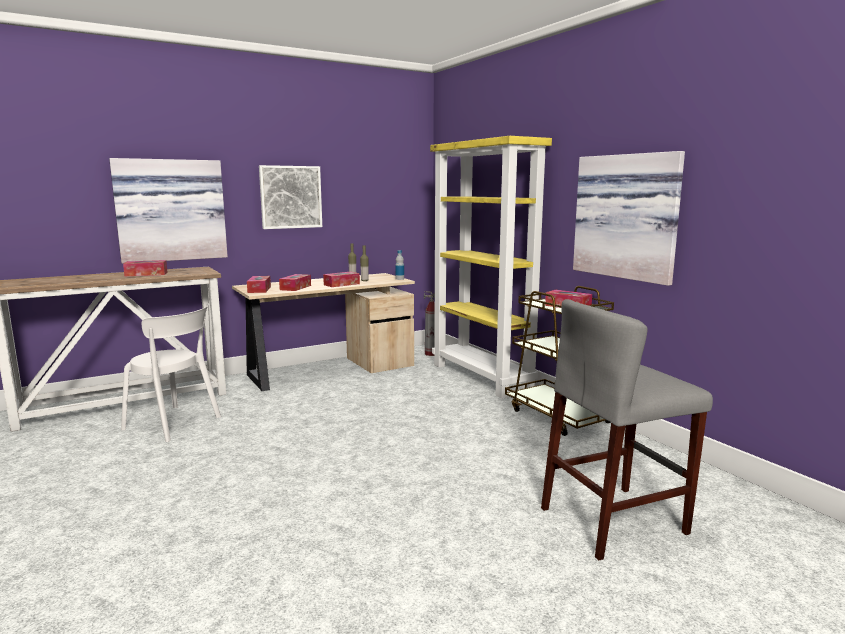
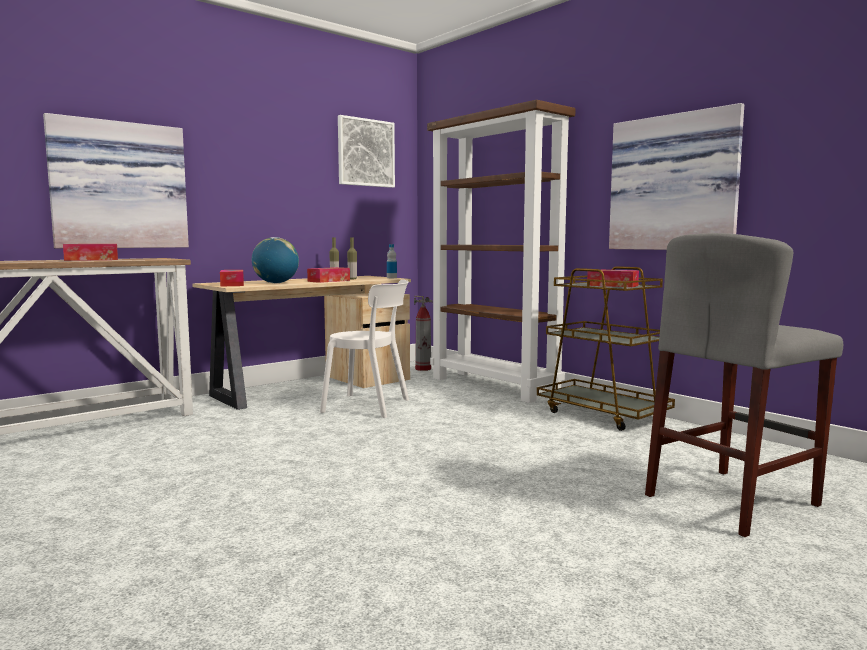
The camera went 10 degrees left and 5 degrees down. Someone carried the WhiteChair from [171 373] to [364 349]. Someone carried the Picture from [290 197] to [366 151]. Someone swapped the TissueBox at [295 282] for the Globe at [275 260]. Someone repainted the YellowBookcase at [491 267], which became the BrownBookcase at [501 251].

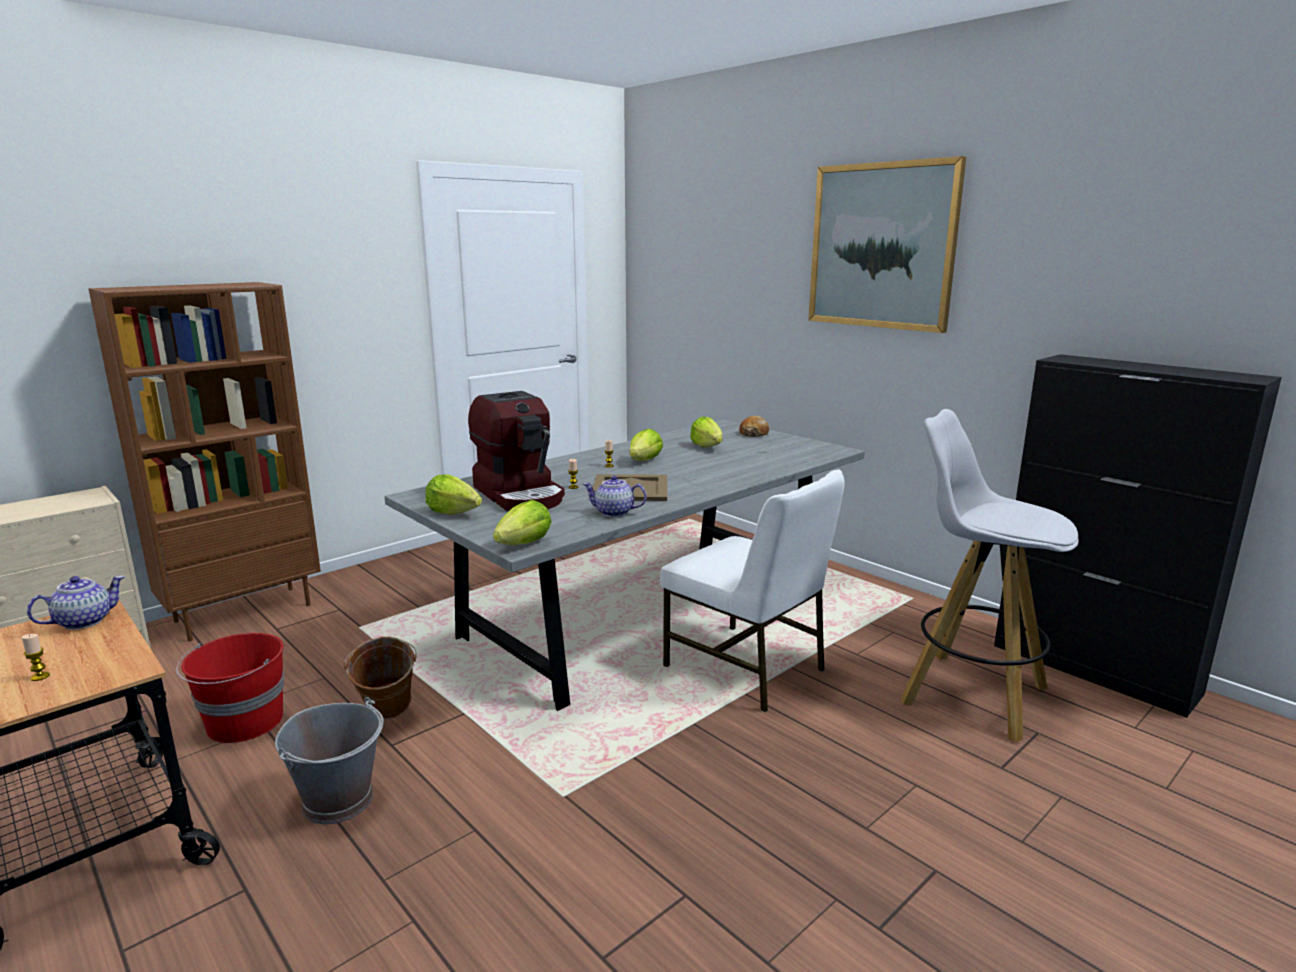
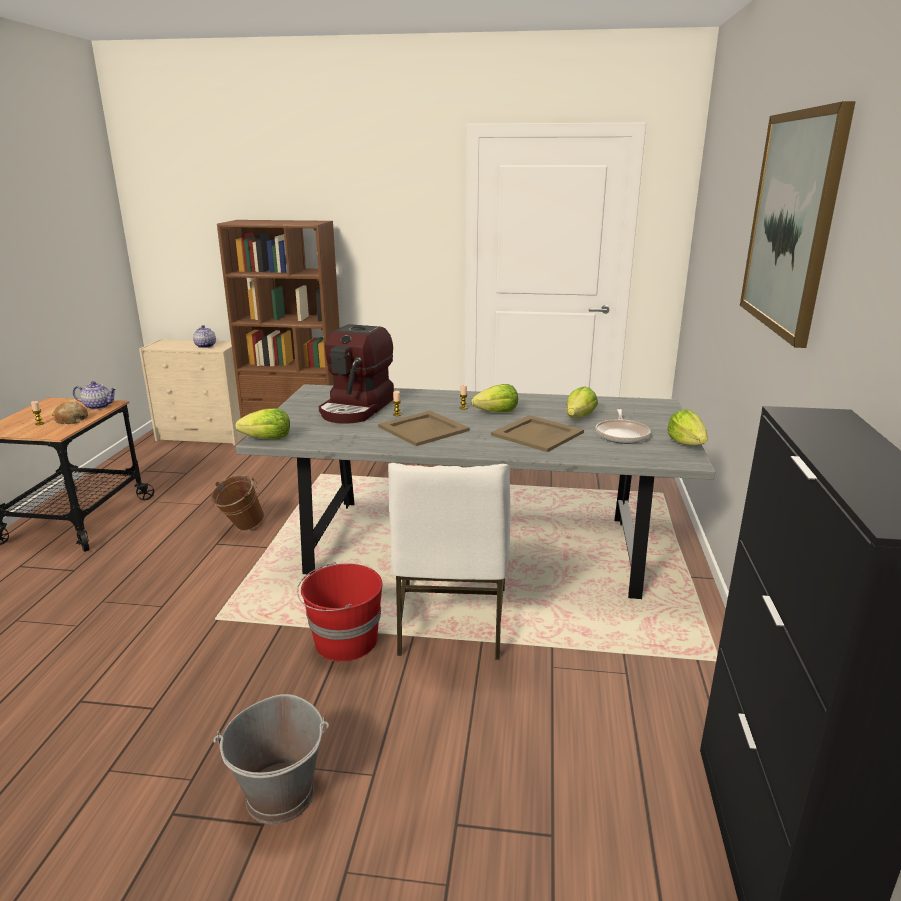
The camera went 50 degrees right and 5 degrees up. Someone carried the RedBucket from [230 688] to [339 611]. Someone carried the GreyBucket from [329 760] to [271 759]. Someone carried the Lettuce from [454 494] to [688 427]. Someone carried the Teapot from [615 496] to [204 336]. Someone carried the Bread from [754 426] to [70 413]. Someone took away the WhiteStool at [990 575]. Someone put down the BeigeTray at [537 433]. Someone put down the FryingPan at [623 426].

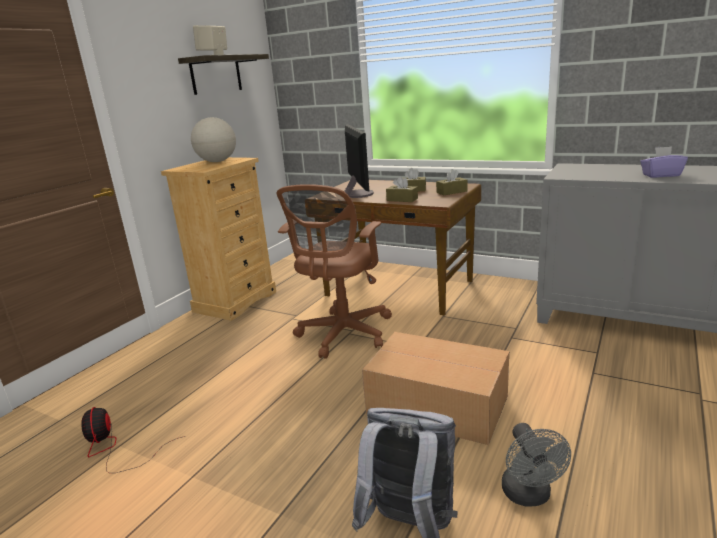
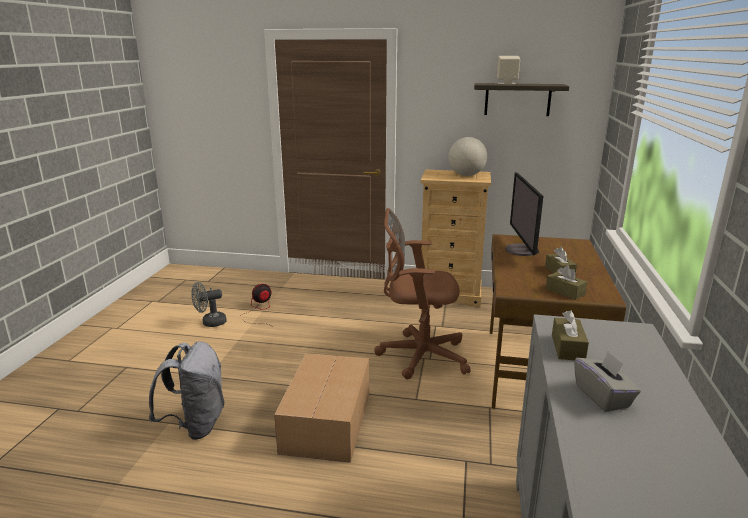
The camera went 70 degrees right and 0 degrees up. Someone rotated the Monitor at [359 161] by 120 degrees clockwise. Someone carried the BrownTissueBox from [402 189] to [570 335]. Someone carried the GreyFan from [536 465] to [209 304]. Someone repainted the PurpleTissueBox at [664 162], which became the GreyTissueBox at [607 381].

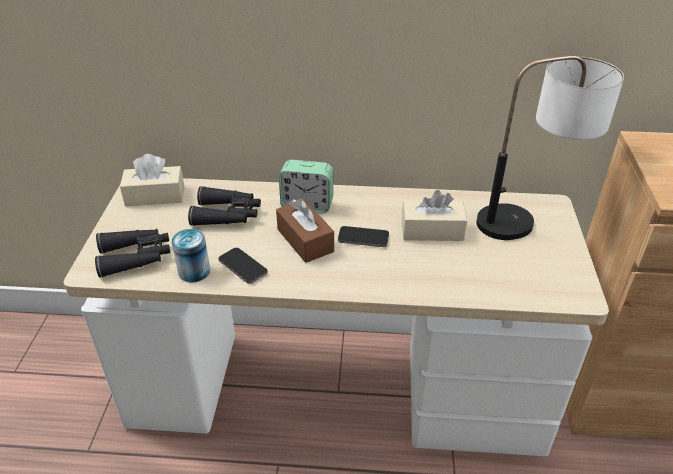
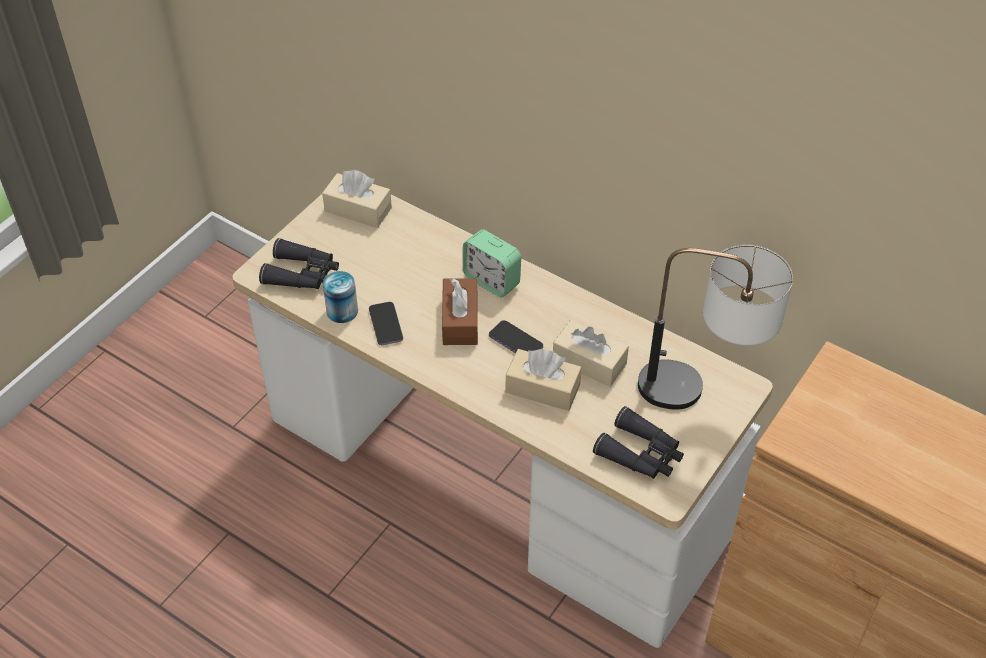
The camera went 30 degrees right and 10 degrees up. Someone carried the BlackBinoculars from [224 206] to [638 442]. Someone put down the BeigeTissueBox at [544 380].

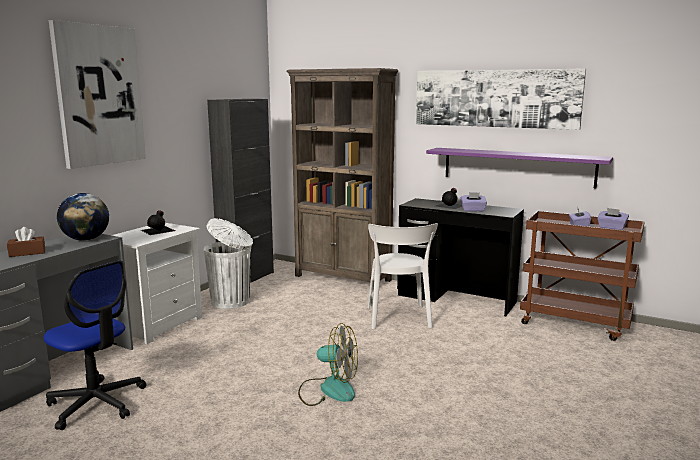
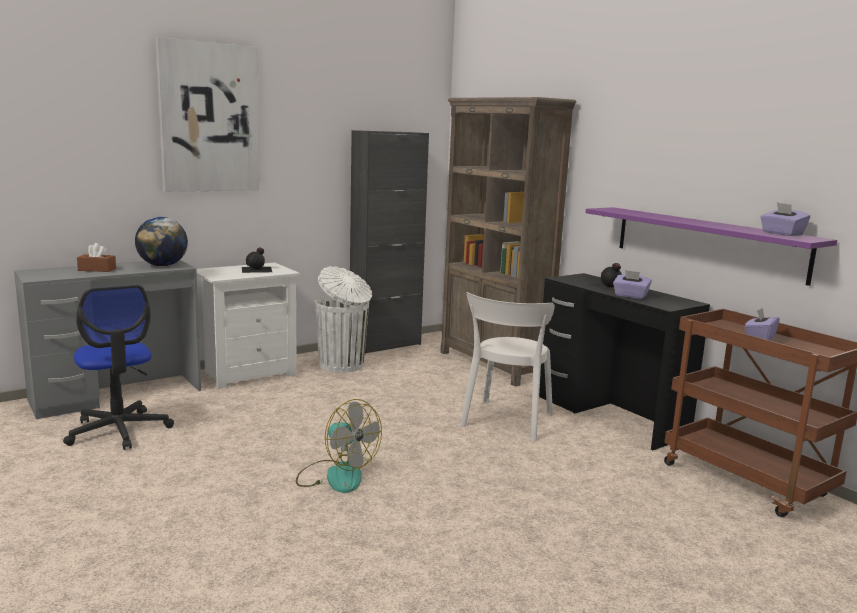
The camera went 25 degrees right and 0 degrees up. Someone took away the Picture at [501 99]. Someone carried the PurpleTissueBox from [613 219] to [785 219].

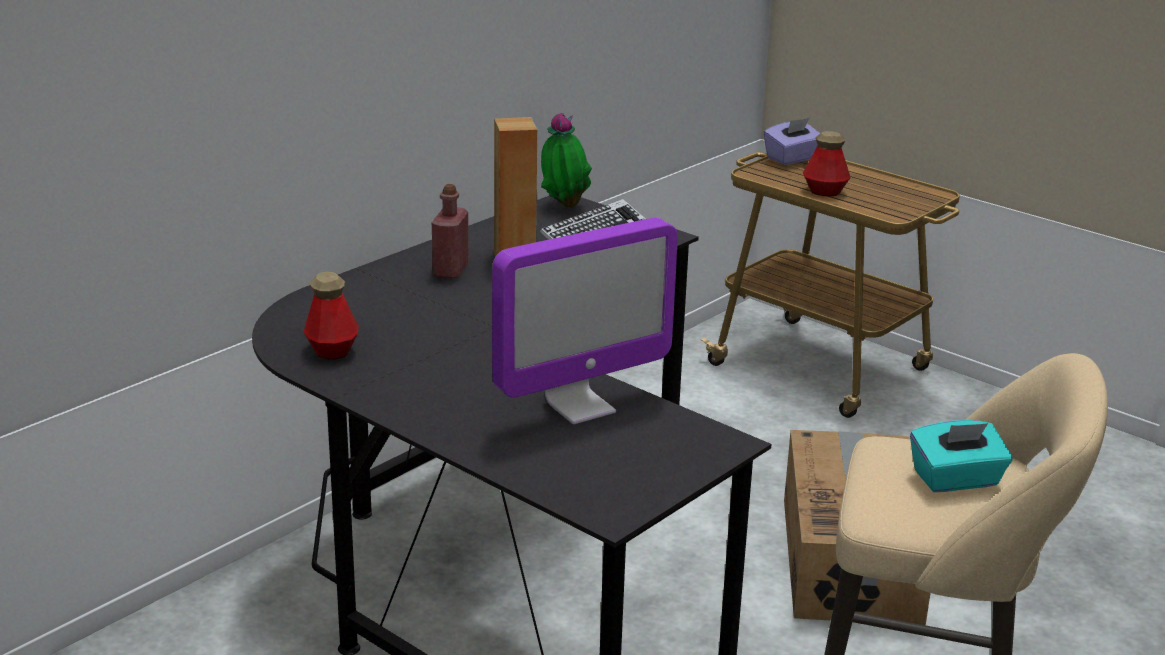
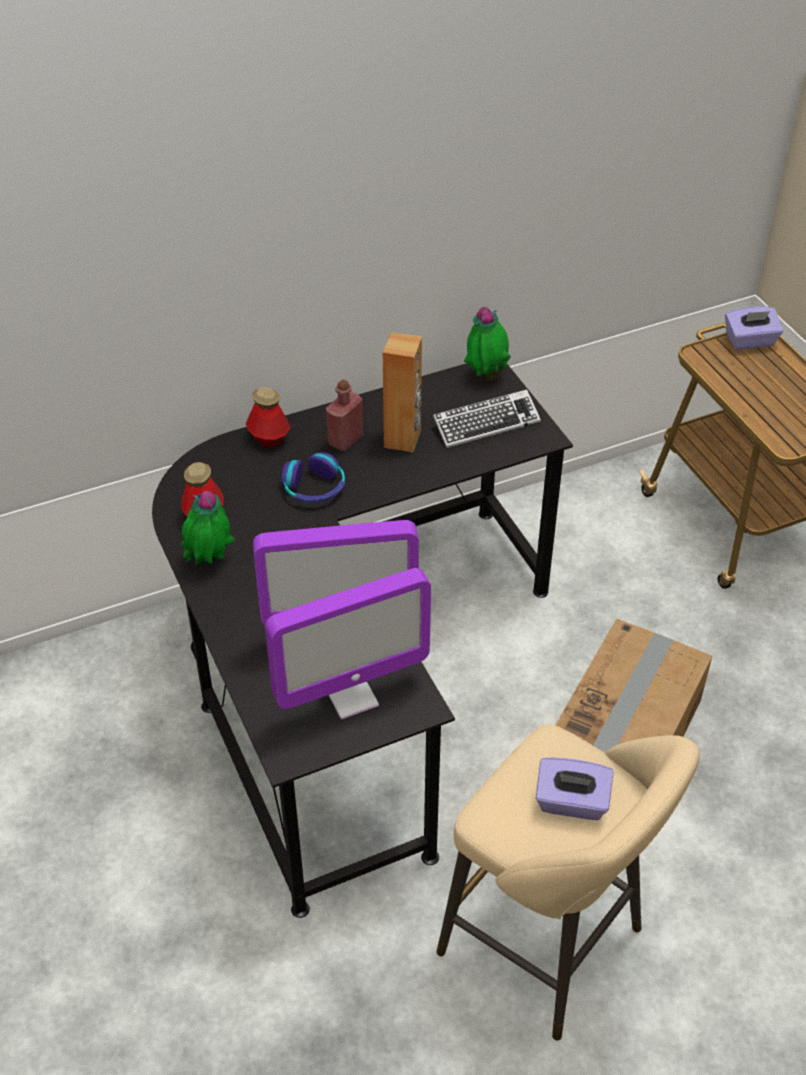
The camera went 25 degrees right and 20 degrees up. Someone carried the Bottle from [827 163] to [268 417]. Someone repainted the TurquoiseTissueBox at [961 456], which became the PurpleTissueBox at [574 788]. Someone put down the PottedPlant at [207 528]. Someone put down the Monitor at [348 643]. Someone put down the Headphones at [313 477].

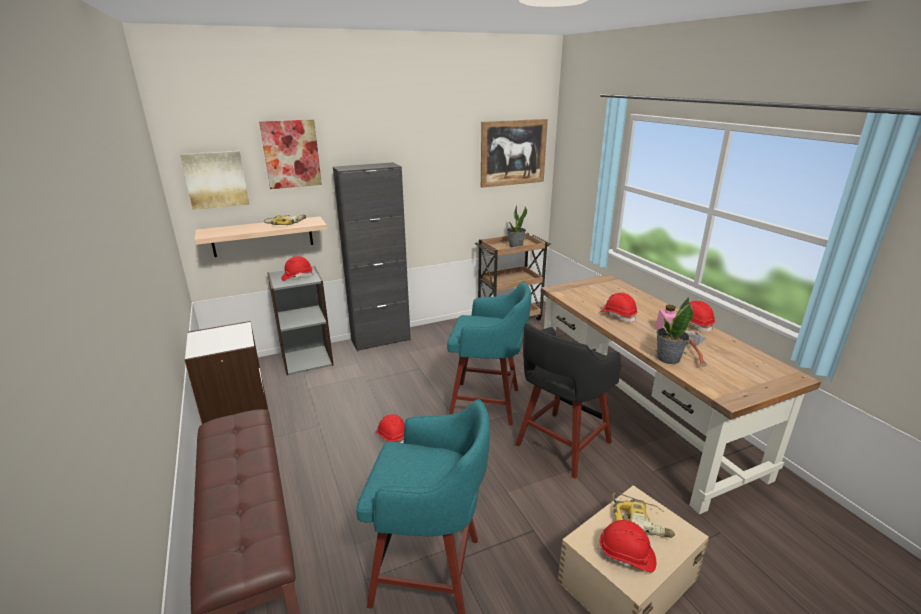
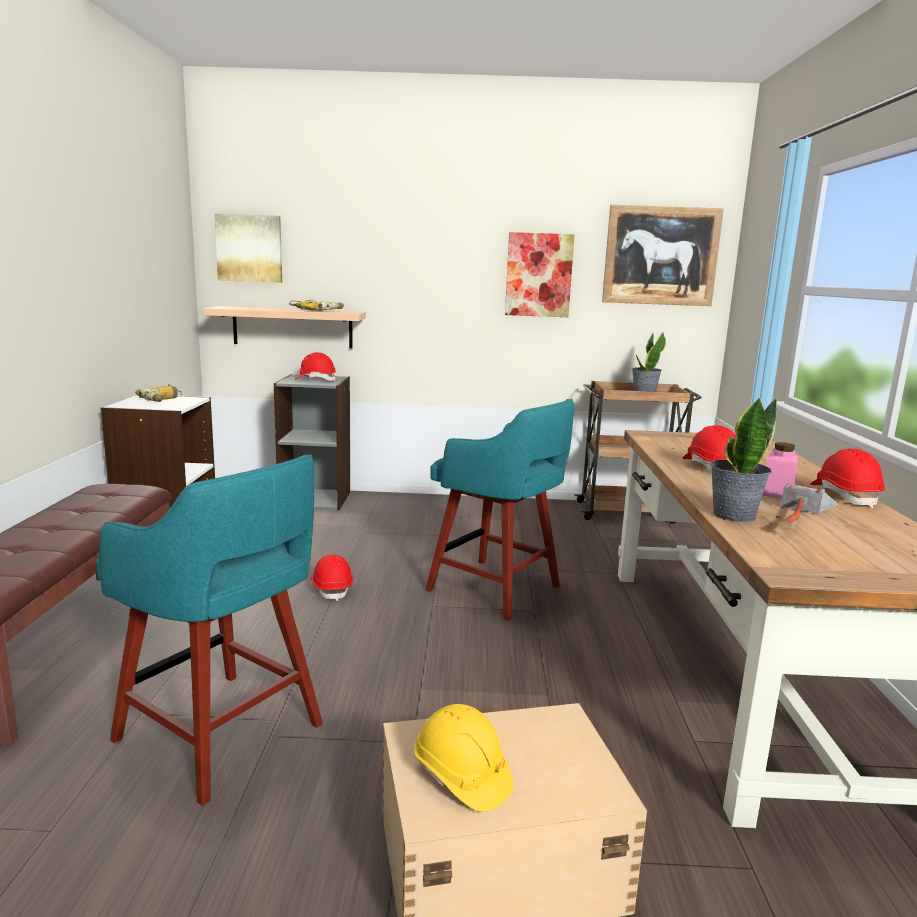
The camera went 25 degrees right and 10 degrees down. Someone carried the Picture from [290 154] to [539 274]. Someone took away the BlackCabinet at [372 257]. Someone took away the BlackStool at [568 401]. Someone repainted the RedHardHat at [626 546], which became the YellowHardHat at [464 758]. Someone carried the PowerDrill from [643 515] to [158 393].

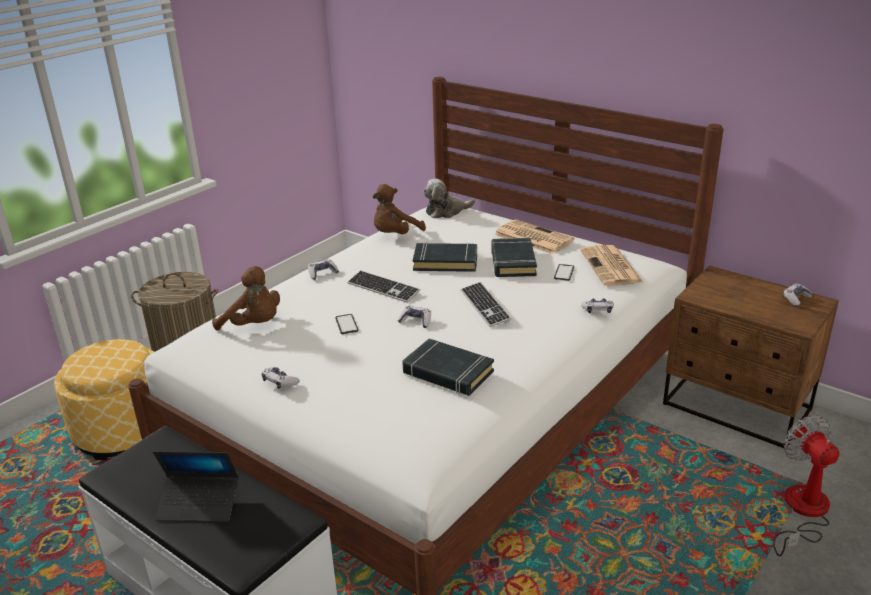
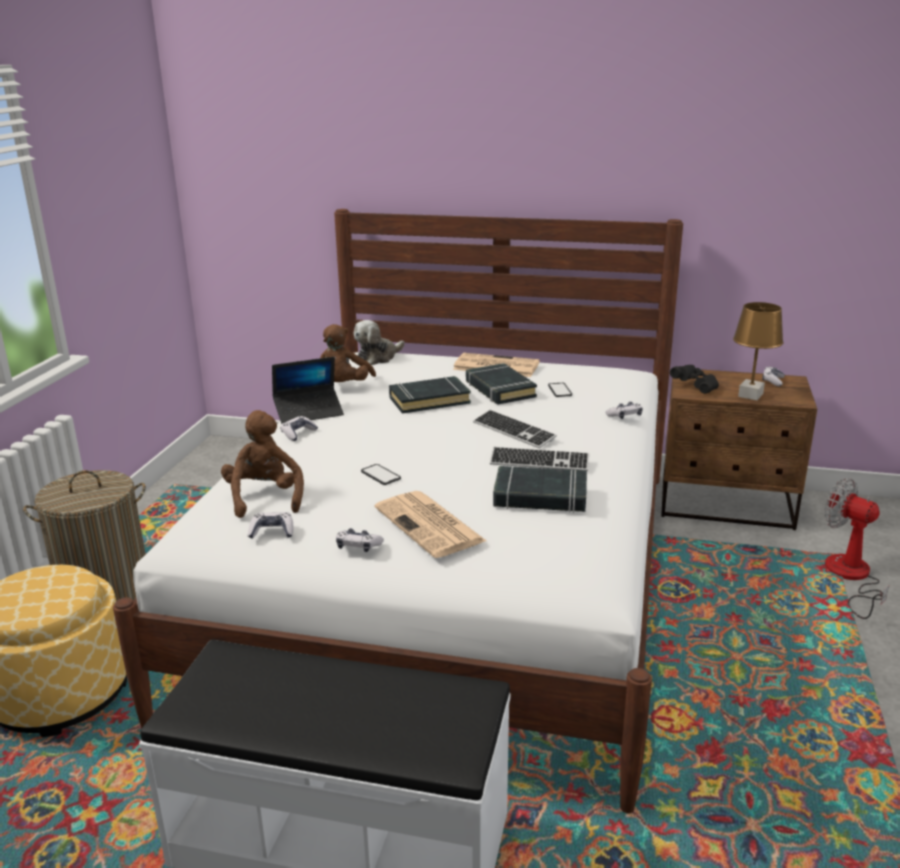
The camera went 25 degrees left and 5 degrees down. Someone carried the Laptop from [196 486] to [308 390]. Someone rotated the BrownPlushToy at [246 298] by 105 degrees counterclockwise. Someone carried the Keyboard from [383 286] to [540 459]. Someone carried the GameController from [414 317] to [271 525]. Someone carried the Newspaper from [612 265] to [430 524]. Someone put down the BlackBinoculars at [694 379]. Someone put down the BrownTableLamp at [758 351].

